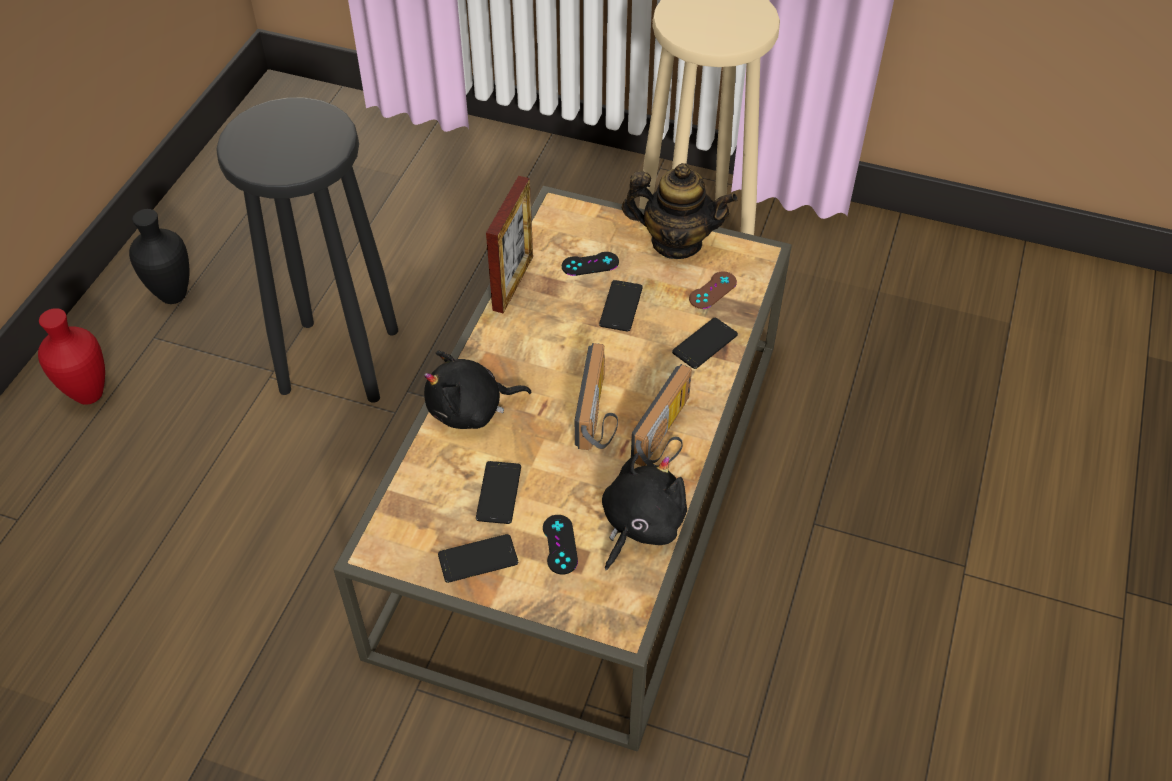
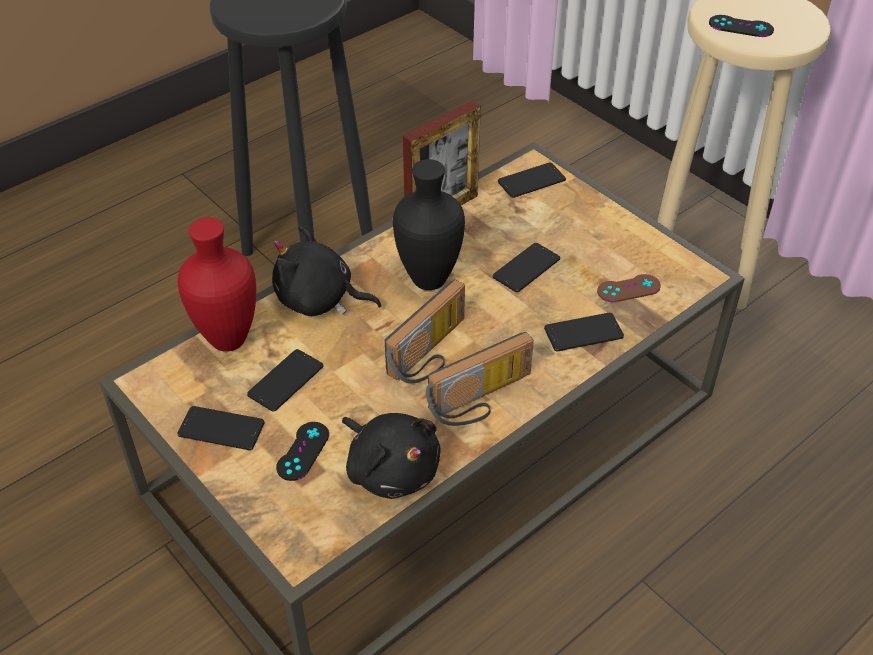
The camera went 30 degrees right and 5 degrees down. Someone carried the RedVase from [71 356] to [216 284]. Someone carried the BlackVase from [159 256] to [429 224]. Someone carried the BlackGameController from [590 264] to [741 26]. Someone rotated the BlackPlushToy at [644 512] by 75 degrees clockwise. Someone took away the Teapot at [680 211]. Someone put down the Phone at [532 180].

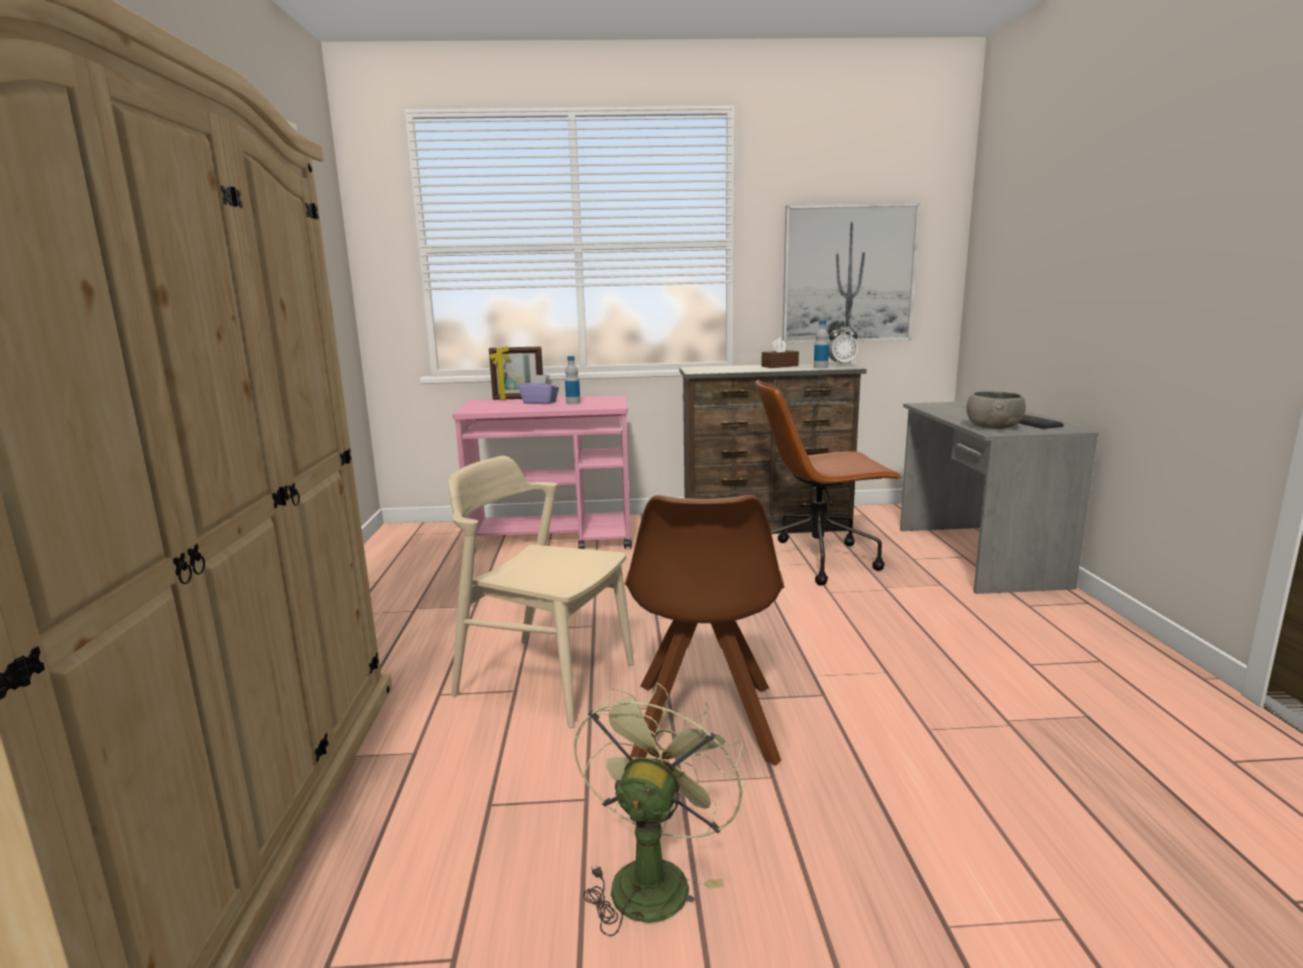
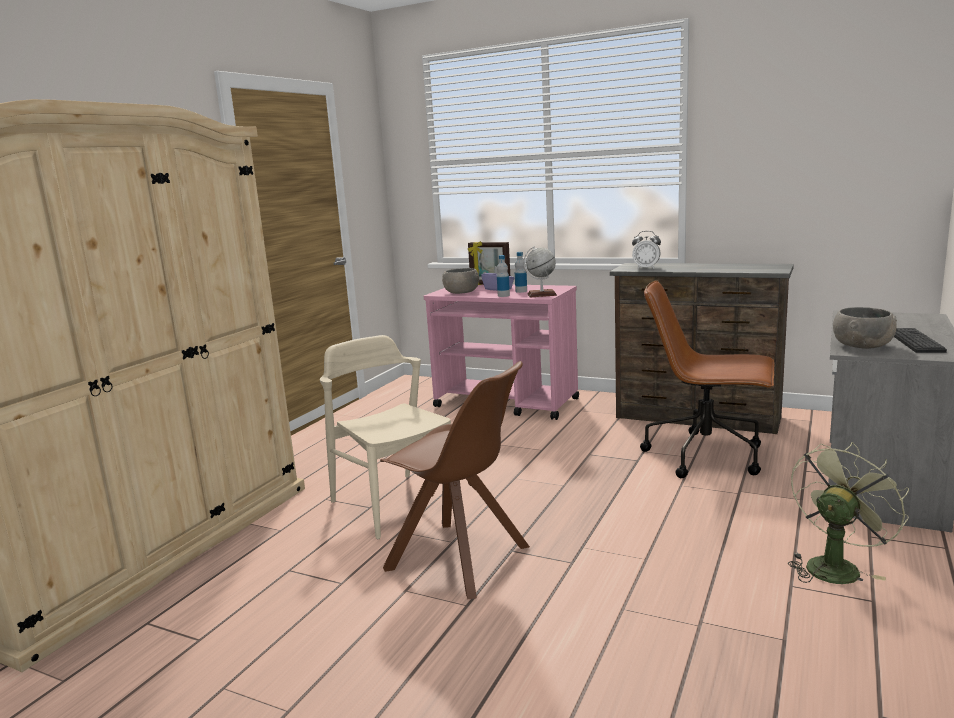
The camera went 30 degrees right and 0 degrees up. Someone carried the GreenFan from [659 809] to [848 513]. Someone rotated the BrownChair at [704 630] by 90 degrees counterclockwise. Someone took away the BrownTissueBox at [780 352]. Someone took away the Picture at [851 273]. Someone carried the Bottle from [821 344] to [503 276]. Someone carried the AlarmClock from [843 344] to [646 250]. Someone put down the GreyBowl at [460 281]. Someone put down the Globe at [540 271].

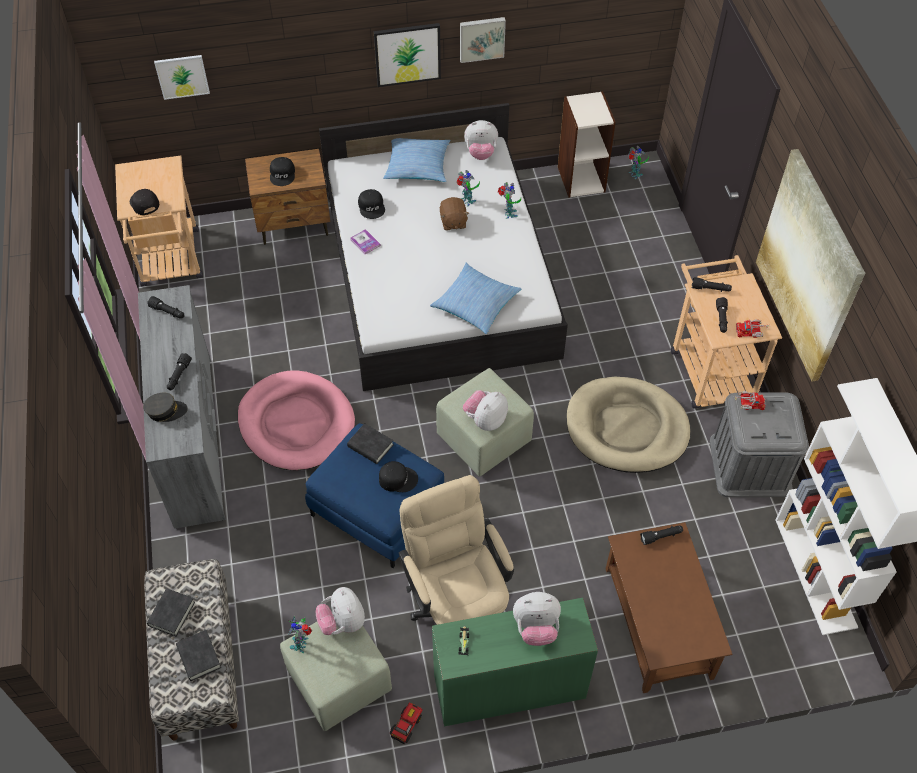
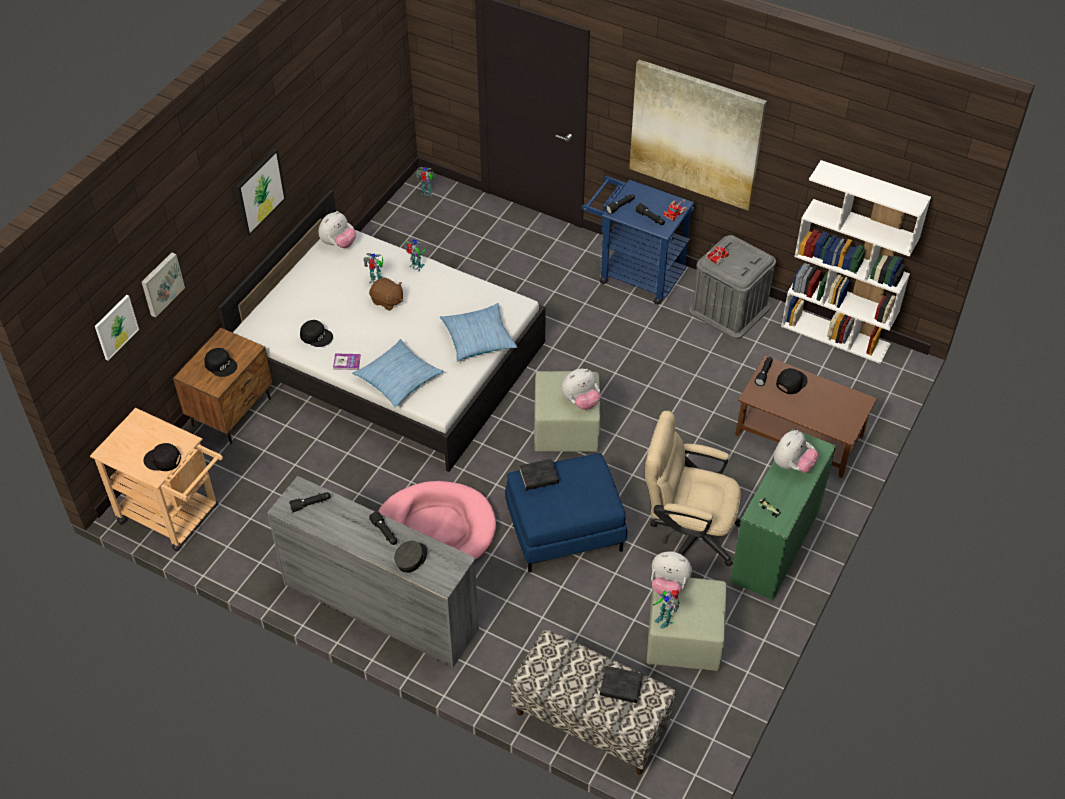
The camera went 50 degrees left and 5 degrees down. Someone took away the BlackBook at [171 612]. Someone carried the BlackCap from [398 476] to [792 381]. Someone carried the Pillow from [416 160] to [398 373]. Someone took away the ToyCar at [406 723]. Someone carried the Picture from [483 40] to [163 285]. Someone rotated the PlushToy at [485 410] by 105 degrees counterclockwise. Someone took away the Bookcase at [587 144]. Someone took away the BeigeDogBed at [629 425]. Someone repainted the BeigeCart at [726 332], which became the BlueCart at [638 240].

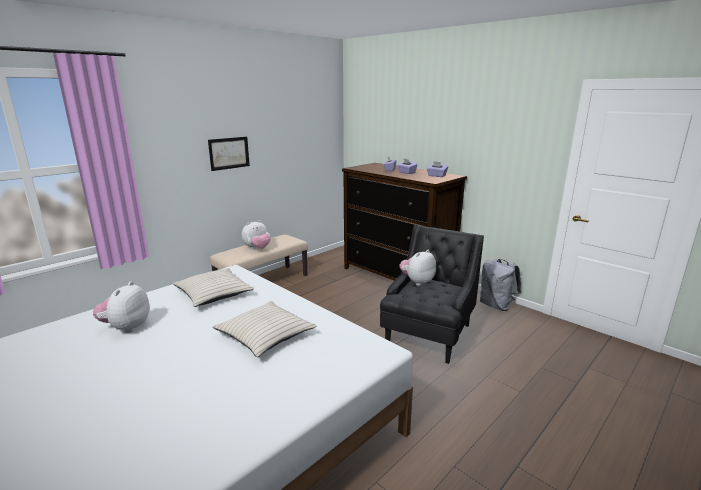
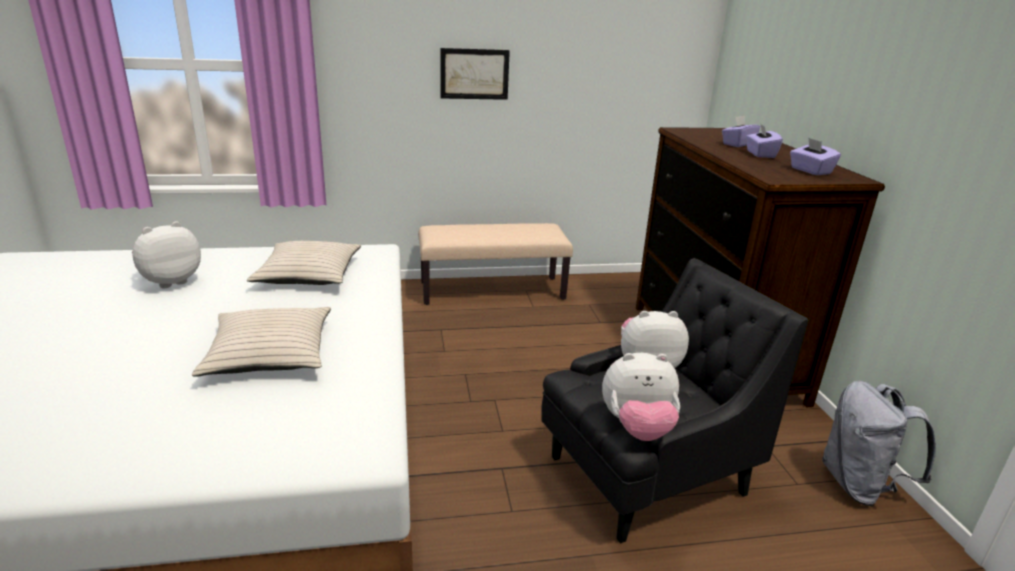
The camera went 35 degrees right and 5 degrees up. Someone carried the PlushToy from [256 234] to [641 397].

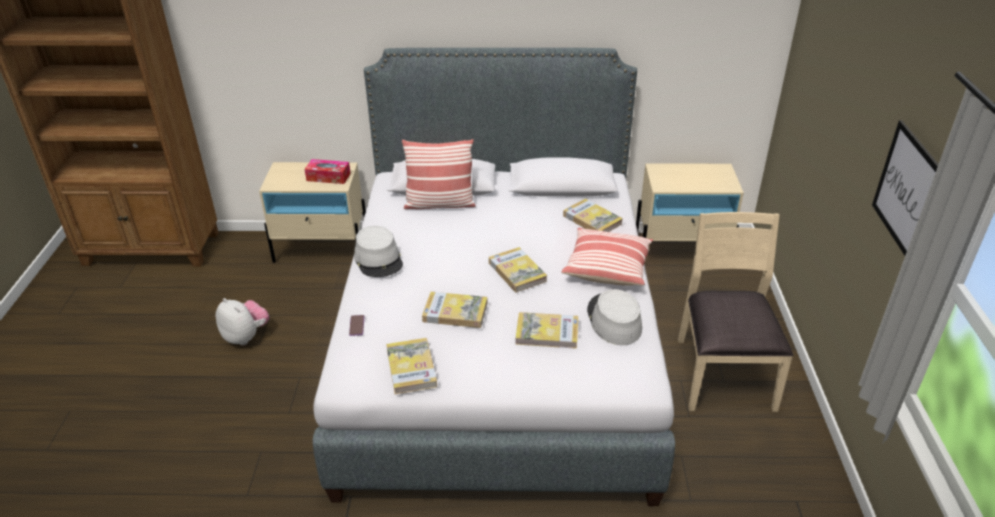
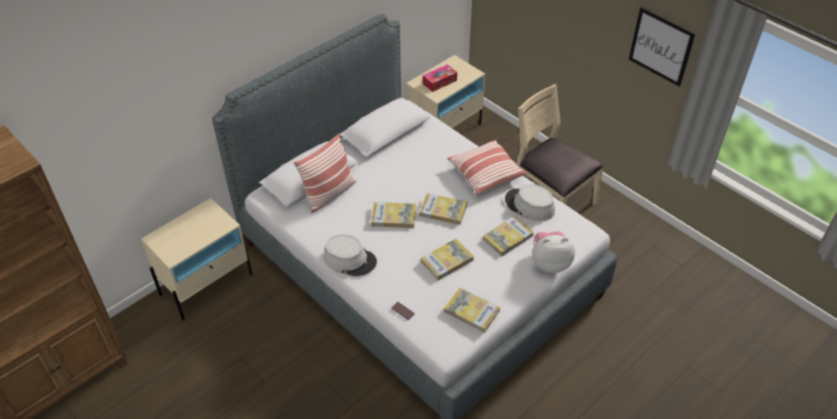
The camera went 45 degrees left and 10 degrees up. Someone carried the PlushToy from [242 321] to [553 252]. Someone carried the TissueBox from [328 171] to [440 78]. Someone carried the Book from [593 215] to [393 215].

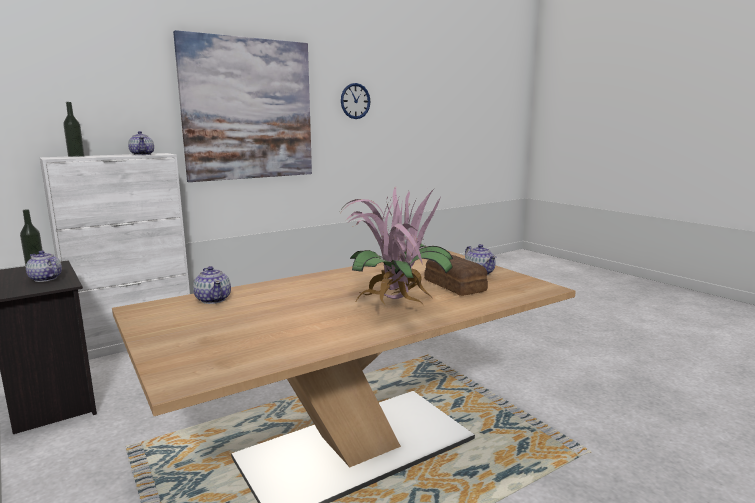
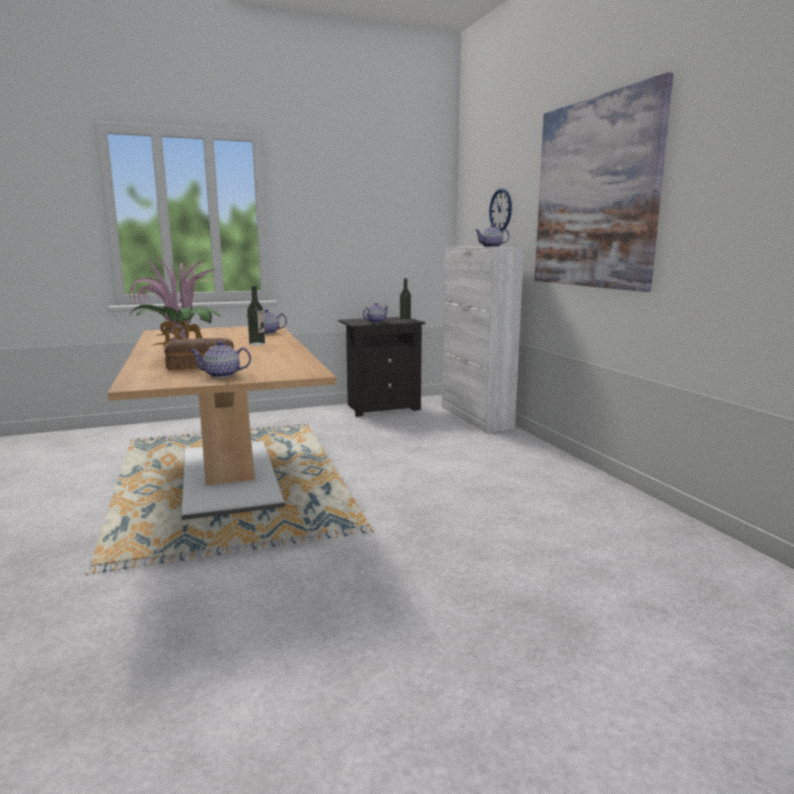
The camera went 105 degrees right and 0 degrees up. Someone carried the Bottle from [74 129] to [256 315]. Someone carried the WallClock from [356 101] to [500 210].

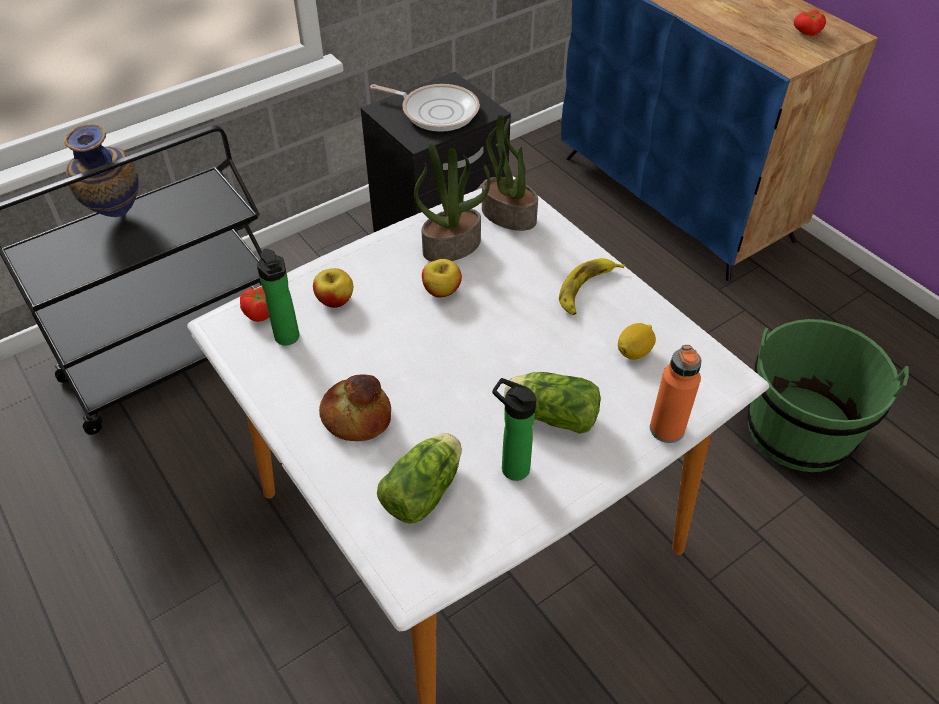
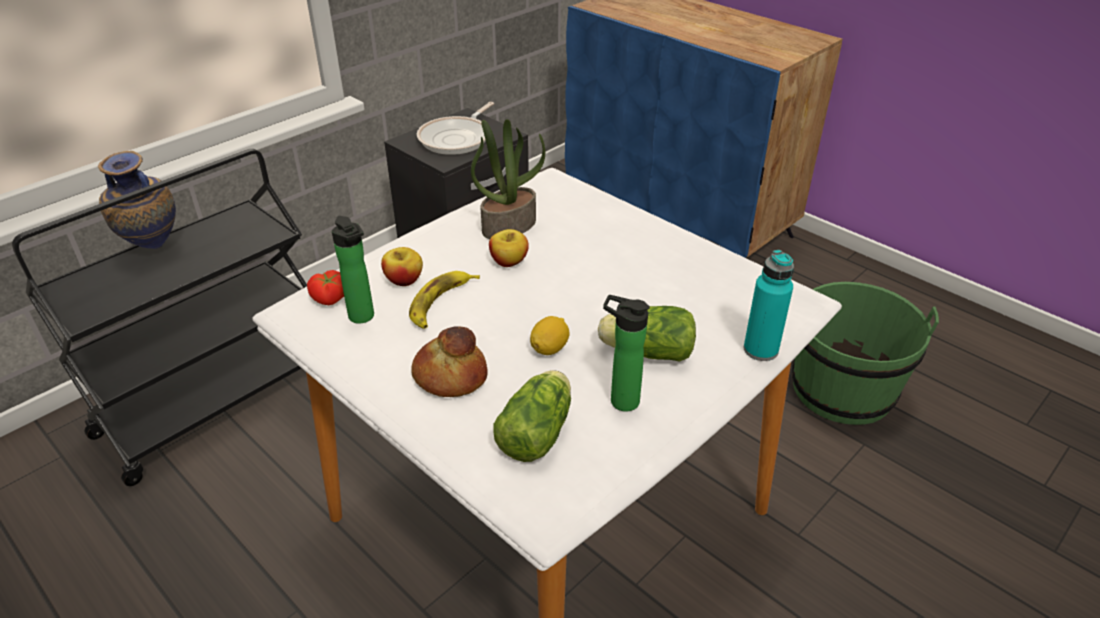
The camera went 10 degrees left and 10 degrees down. Someone rotated the FryingPan at [425 108] by 105 degrees clockwise. Someone took away the PottedPlant at [510 173]. Someone carried the Banana from [592 286] to [444 300]. Someone carried the Lemon from [637 341] to [550 335]. Someone repainted the OrangeBottle at [675 394], which became the TurquoiseBottle at [769 305]. Someone took away the Tomato at [810 23].

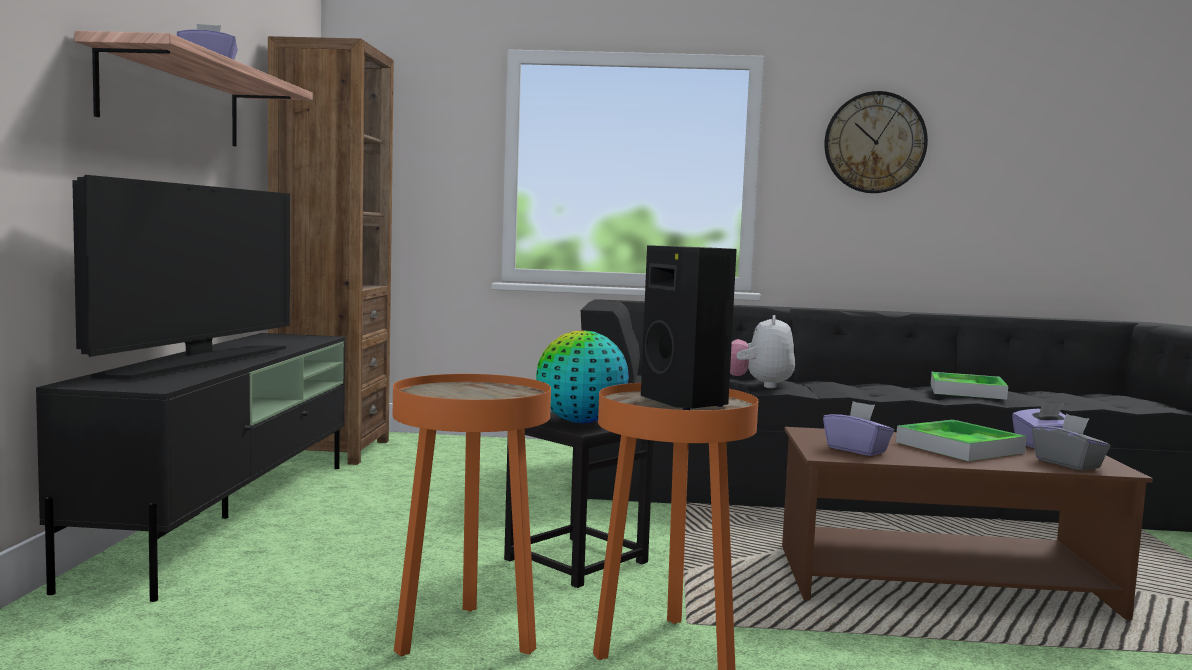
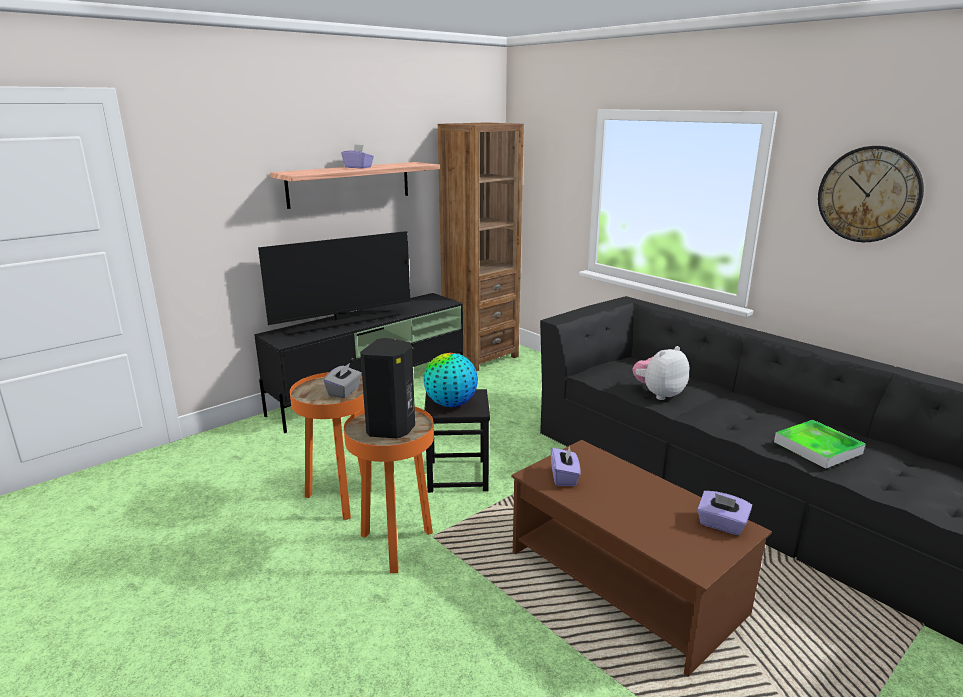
The camera went 45 degrees right and 15 degrees up. Someone took away the Tray at [961 440]. Someone carried the GreyTissueBox from [1071 442] to [343 380].

